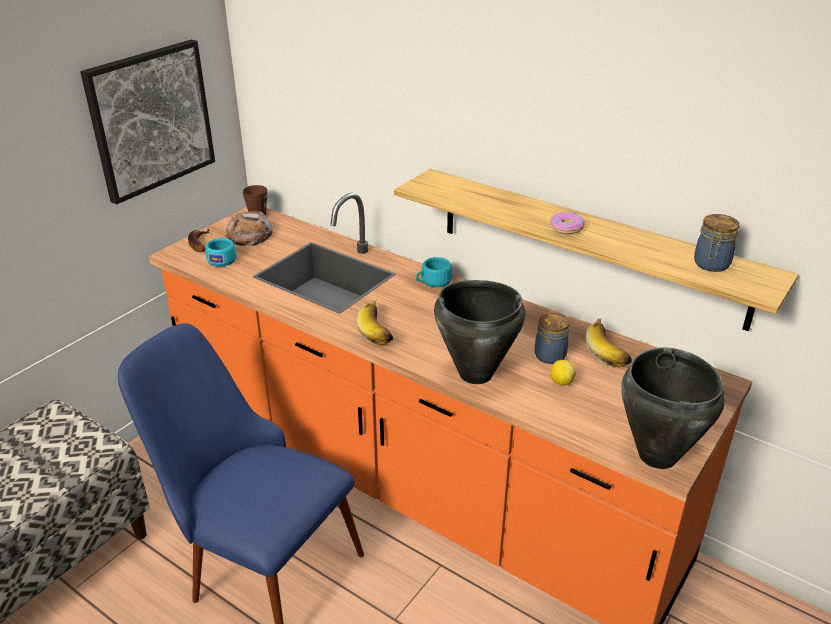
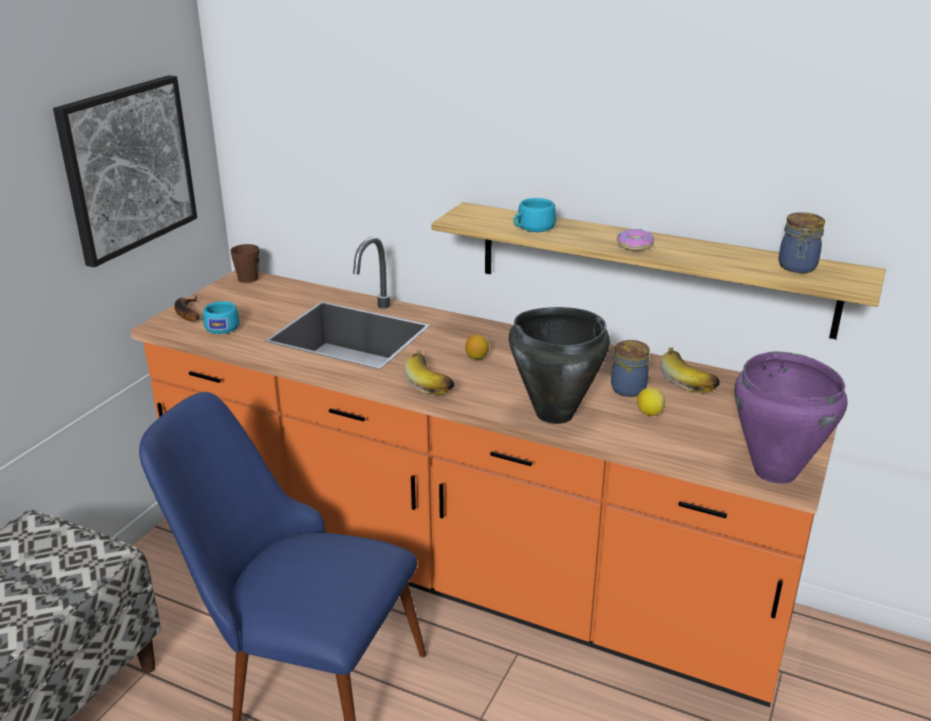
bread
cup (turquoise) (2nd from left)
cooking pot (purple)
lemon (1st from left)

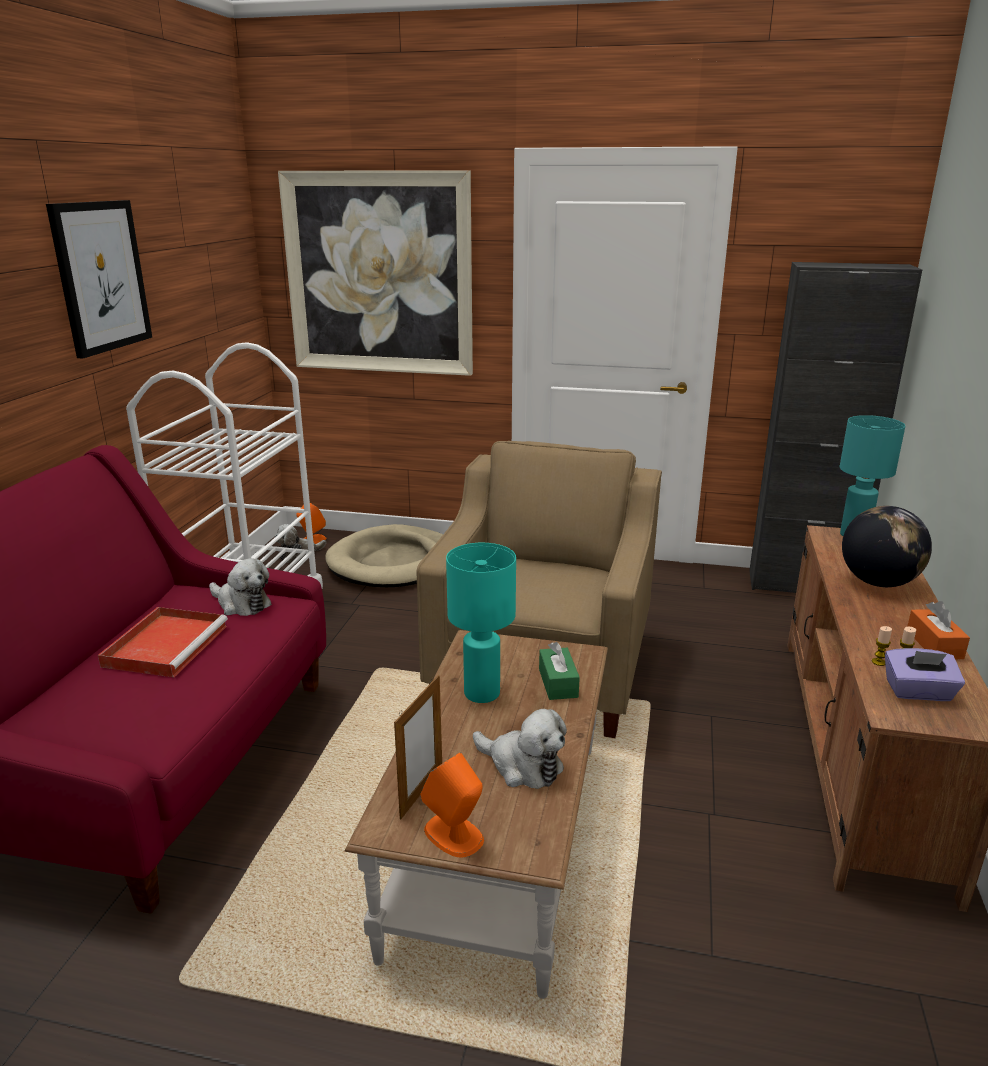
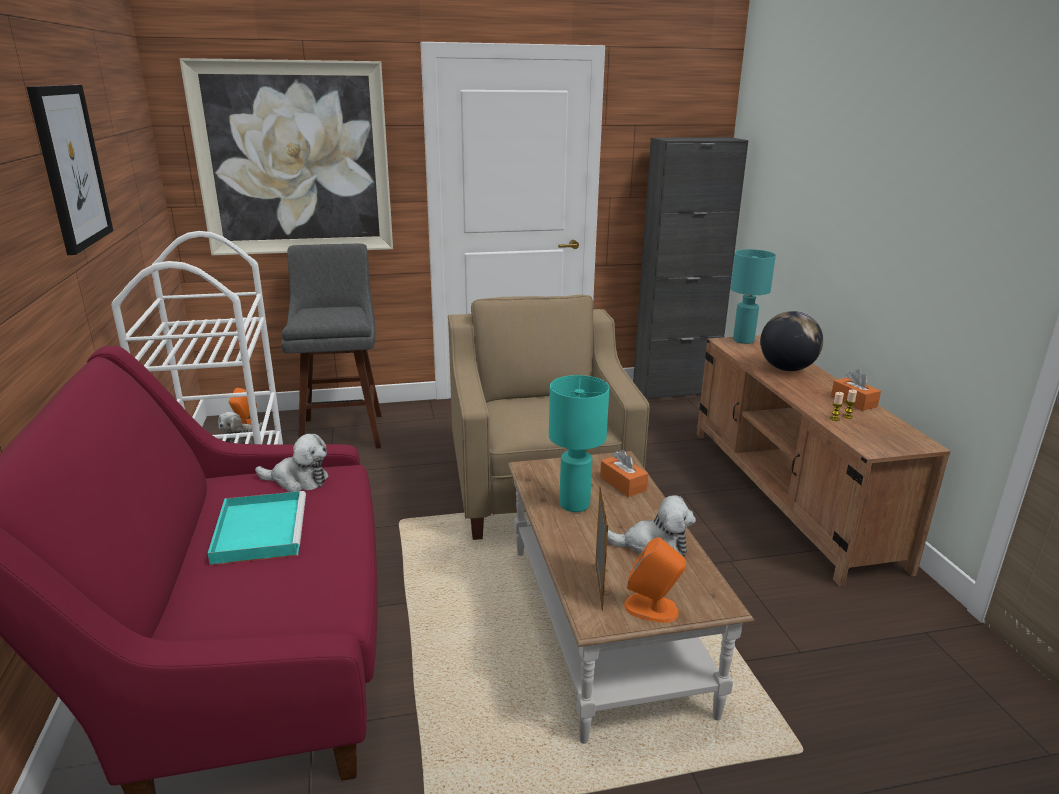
stool (grey)
tray (turquoise)
tissue box (orange) (1st from left)
tissue box (purple)

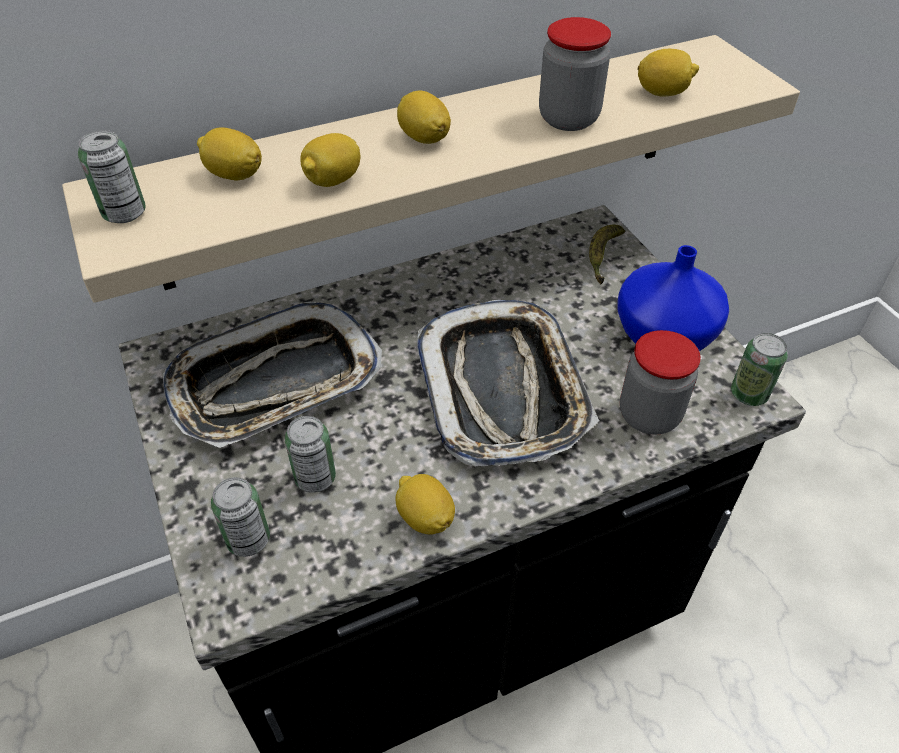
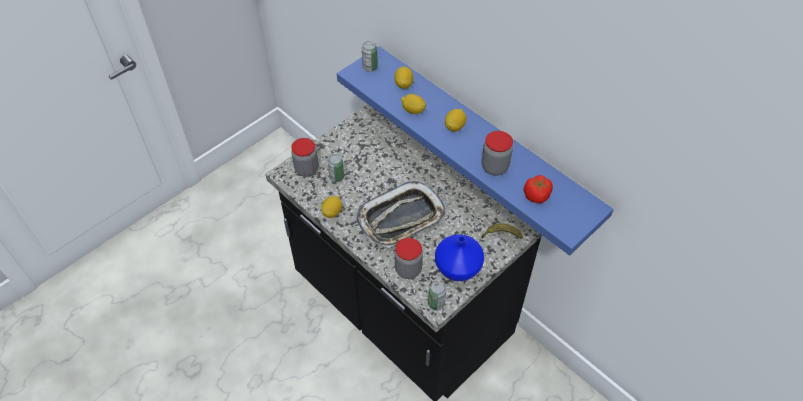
shelf (blue)
tomato
tray (1st from left in the first image)
jar (1st from left)

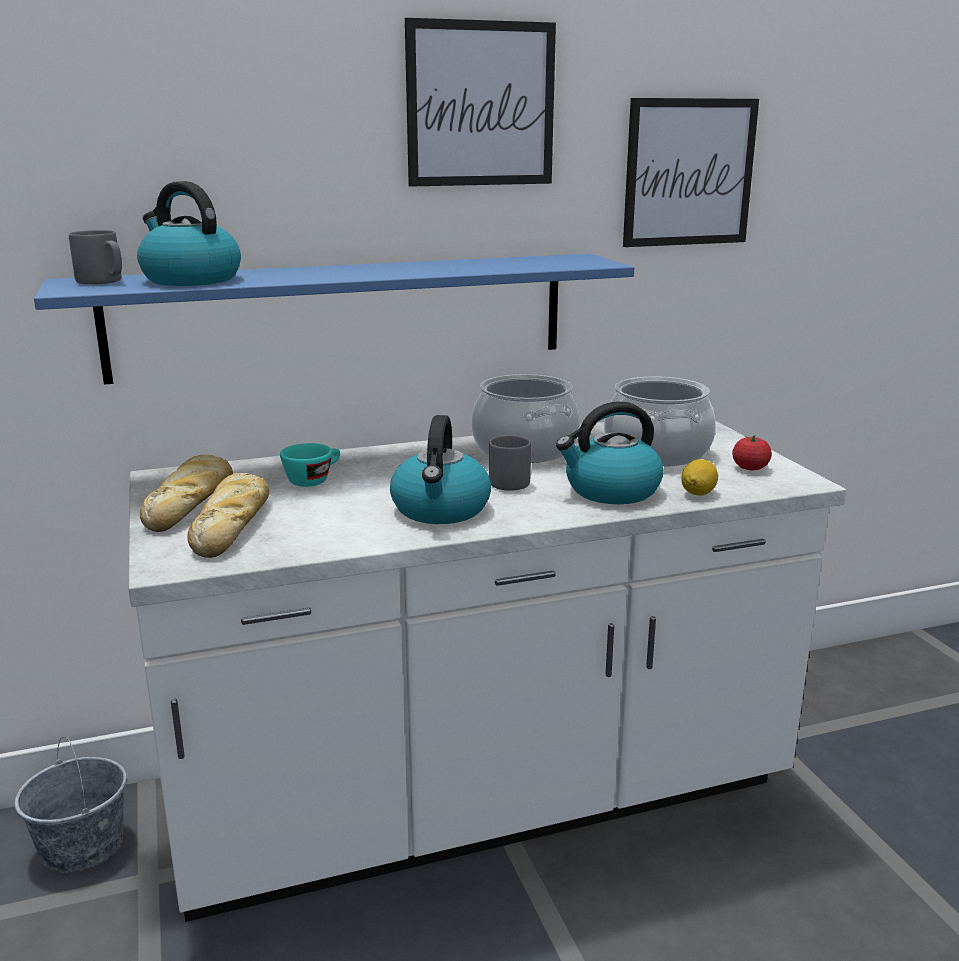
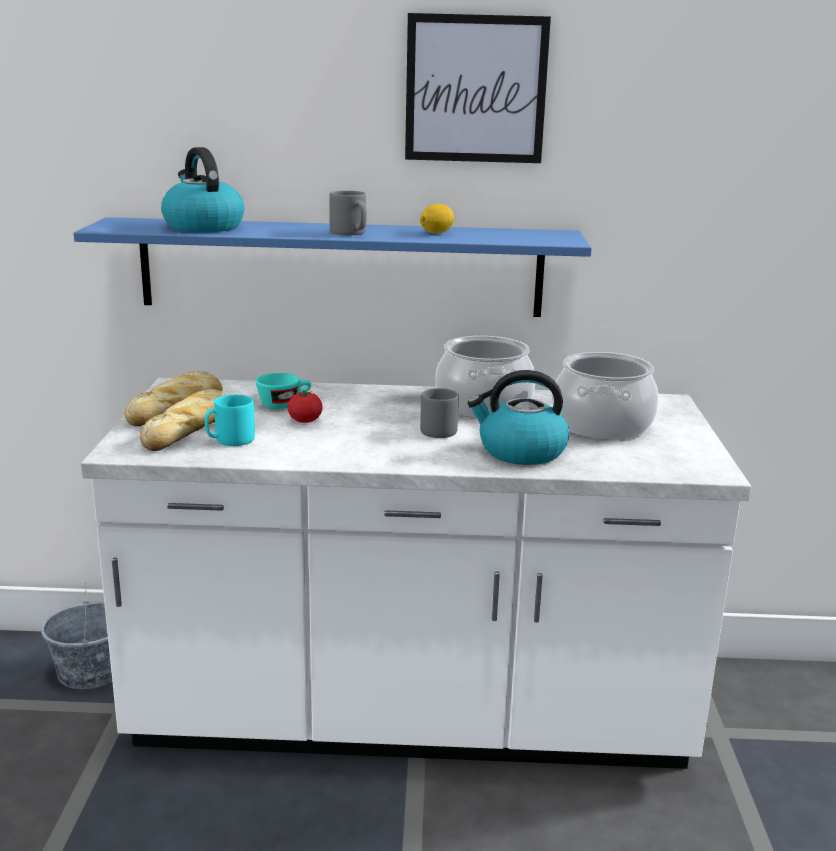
picture (2nd from left in the first image)
mug (grey) (1st from left)
kettle (2nd from left in the first image)
tomato
lemon
mug (turquoise)

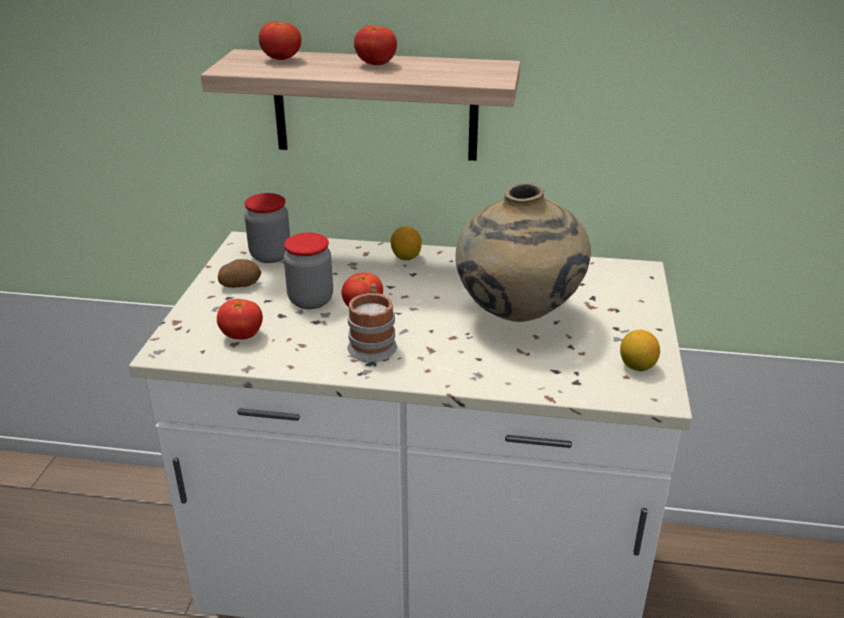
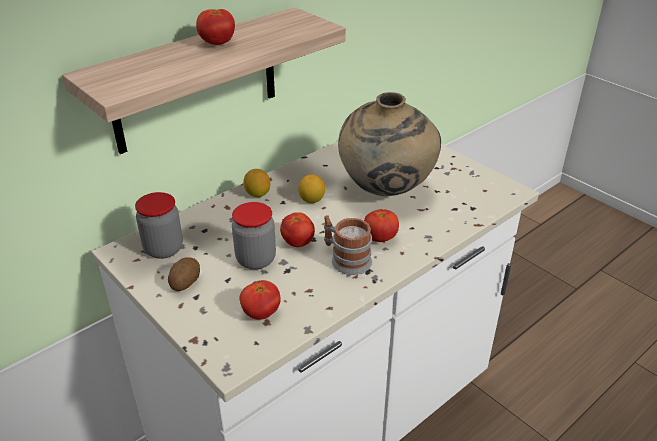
tomato (4th from left)
lemon (2nd from left)

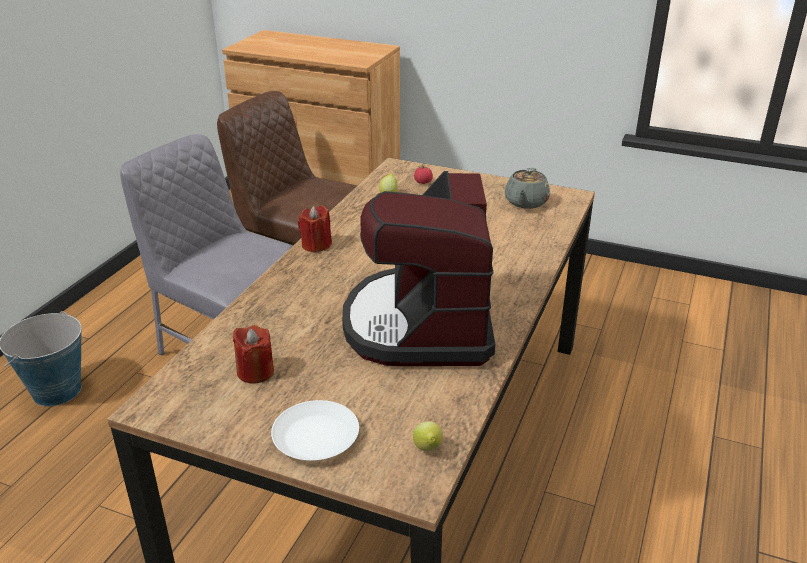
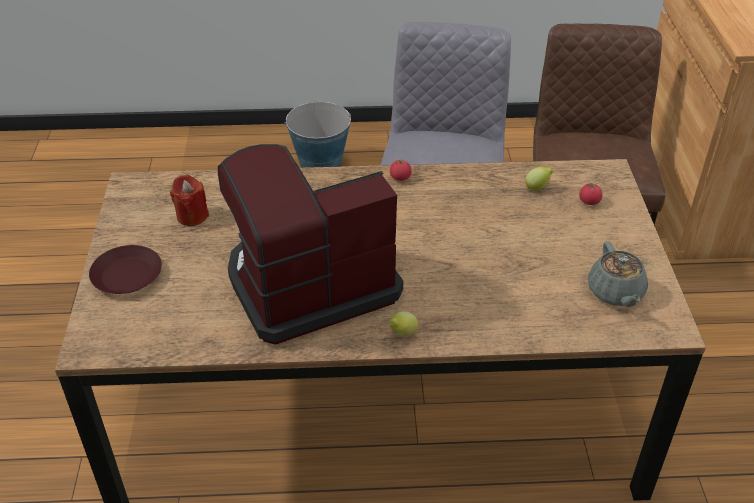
teapot (grey)
tomato (1st from left)
plate (brown)
lemon (1st from left)

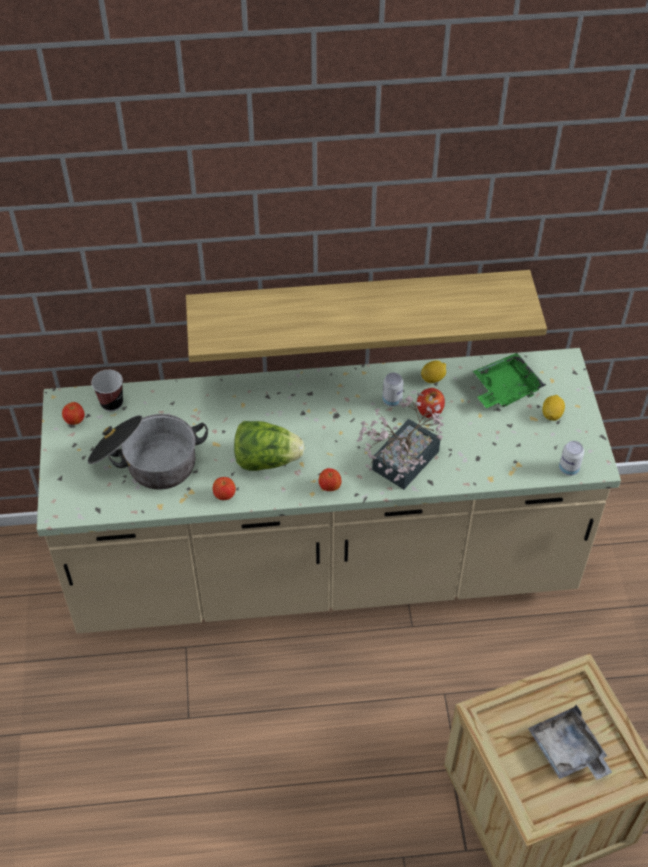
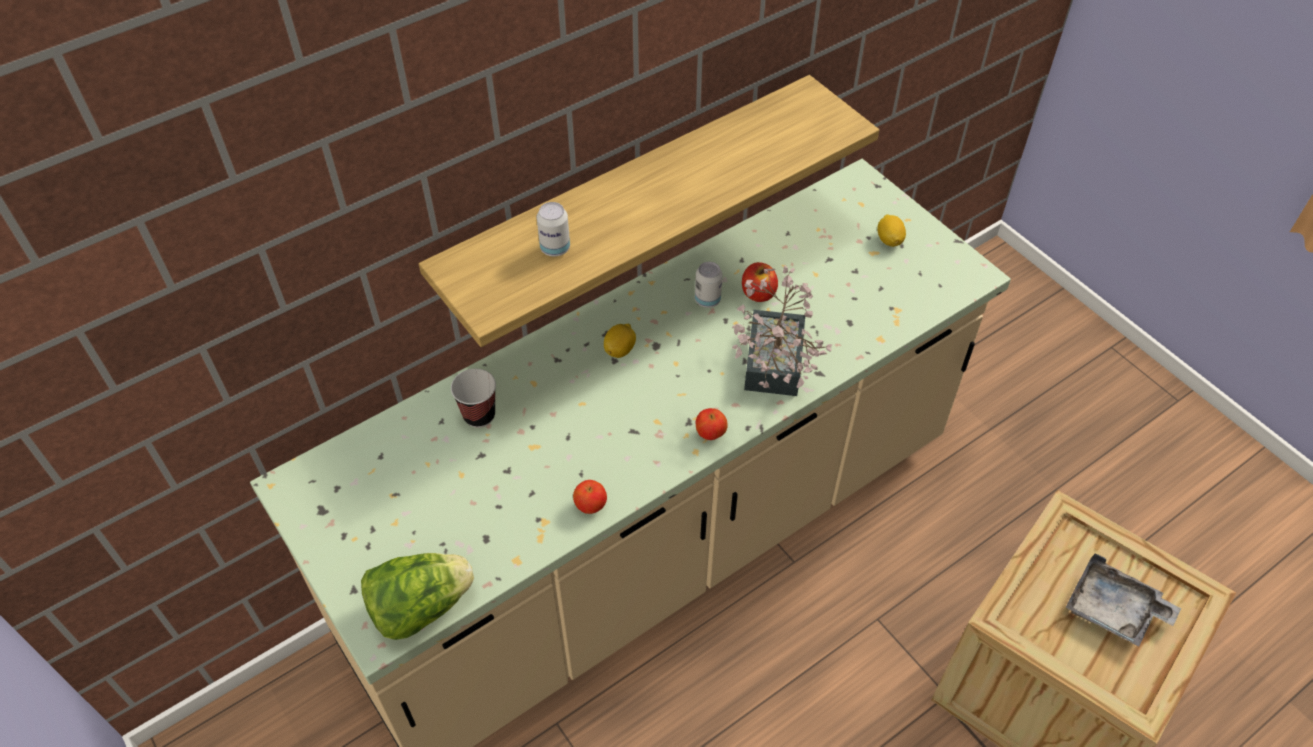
tray (green)
lemon (1st from left)
cup
apple (1st from left in the first image)
cooking pot
lettuce
can (1st from left)

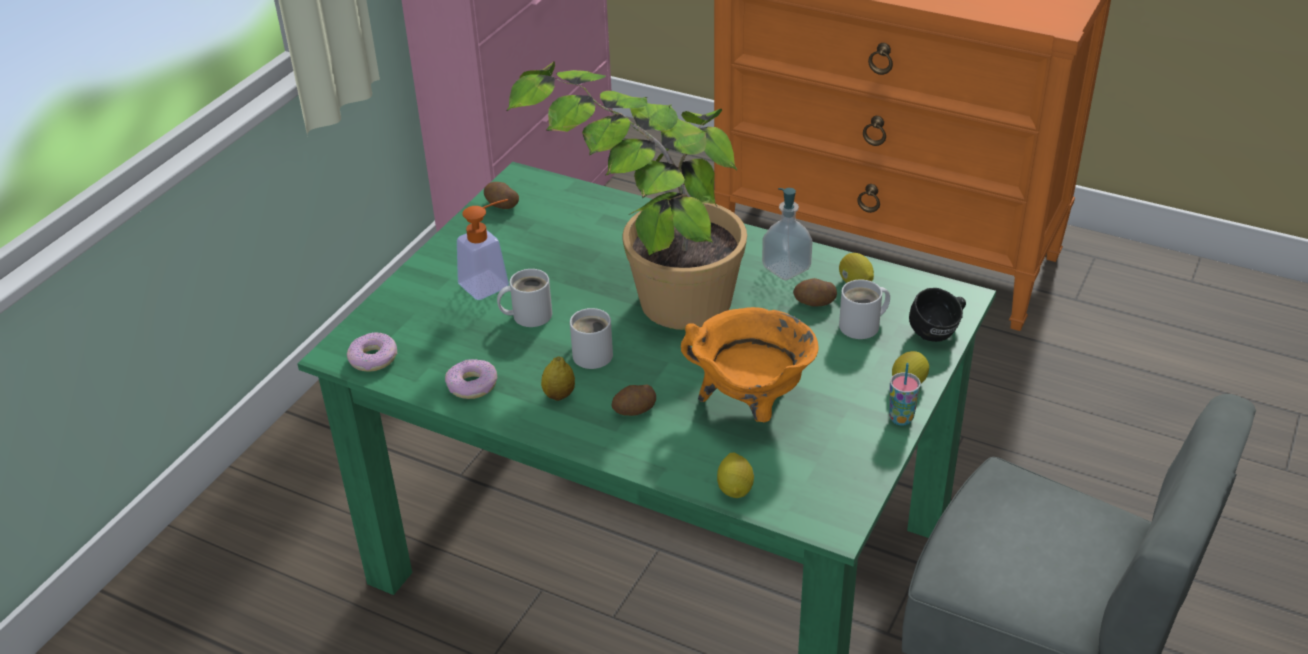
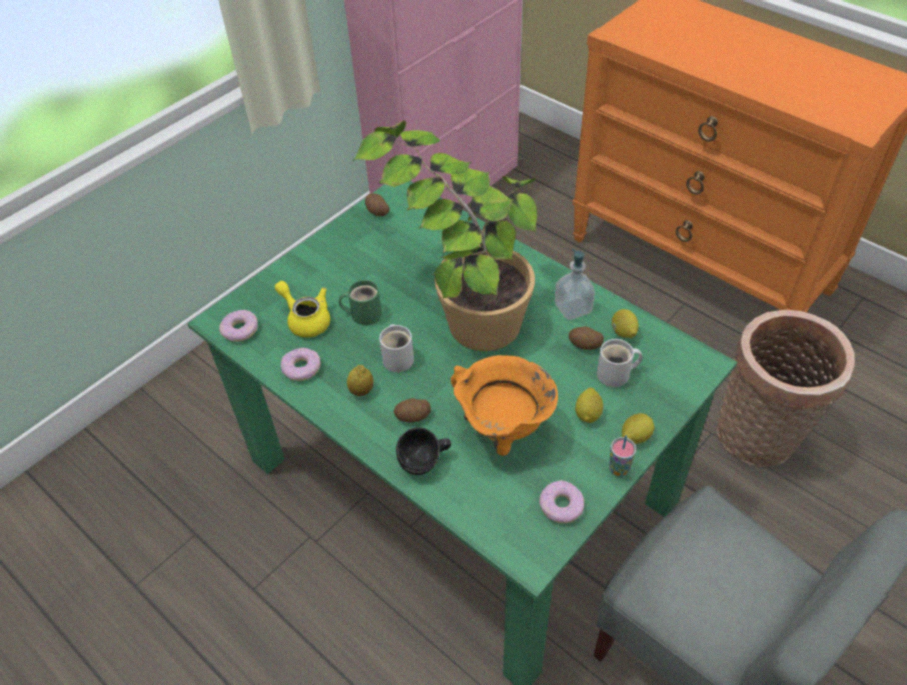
soap dispenser (1st from left in the first image)
mug (green)
mug (black)
lemon (2nd from left)
teapot (yellow)
basket
donut (3rd from left)

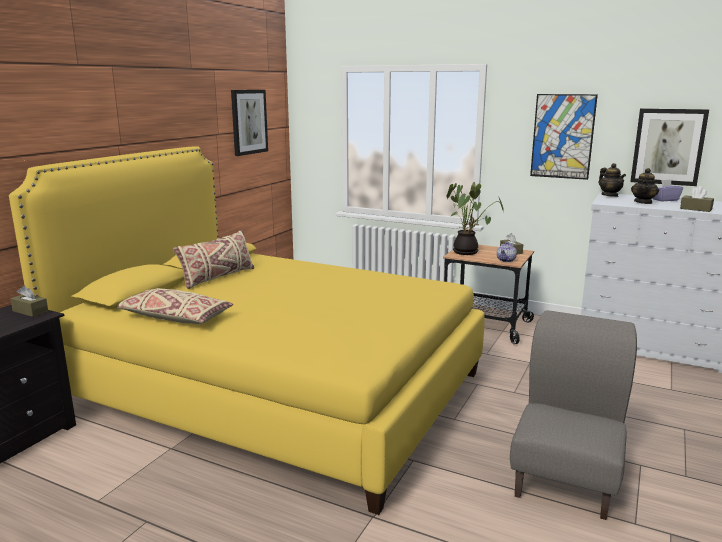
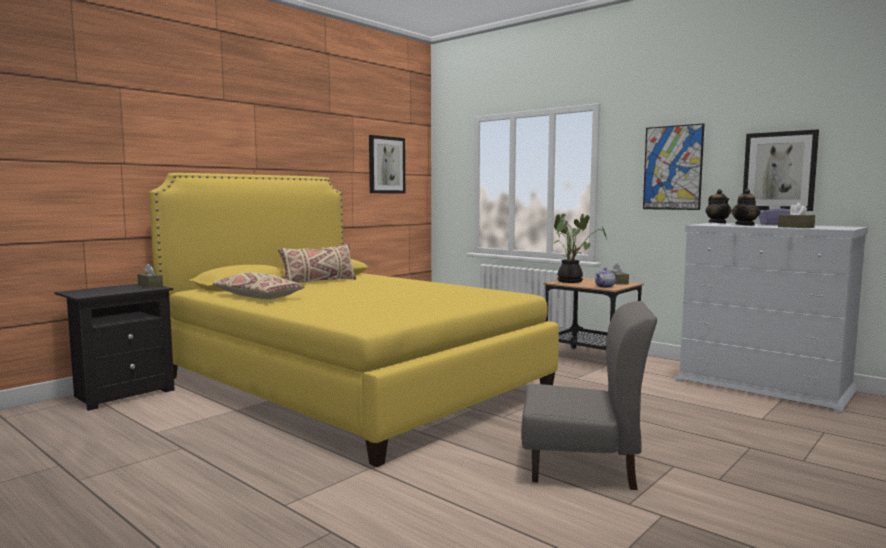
chair (grey)

